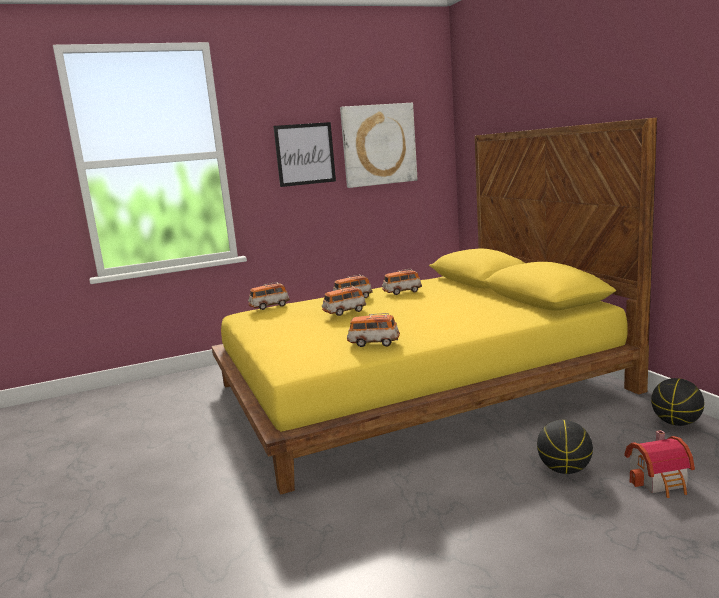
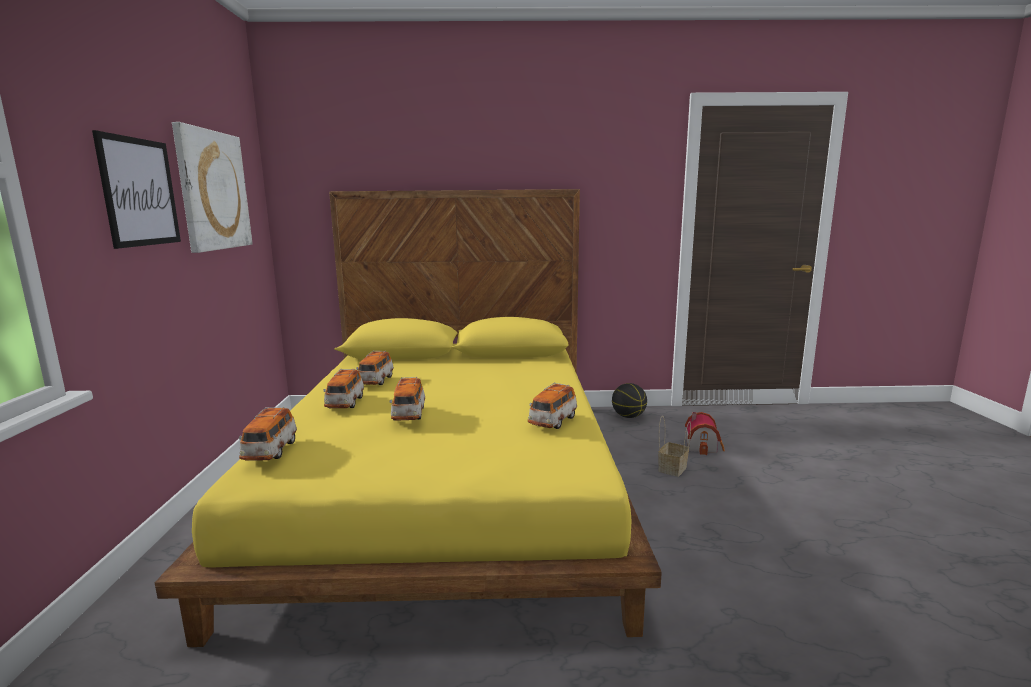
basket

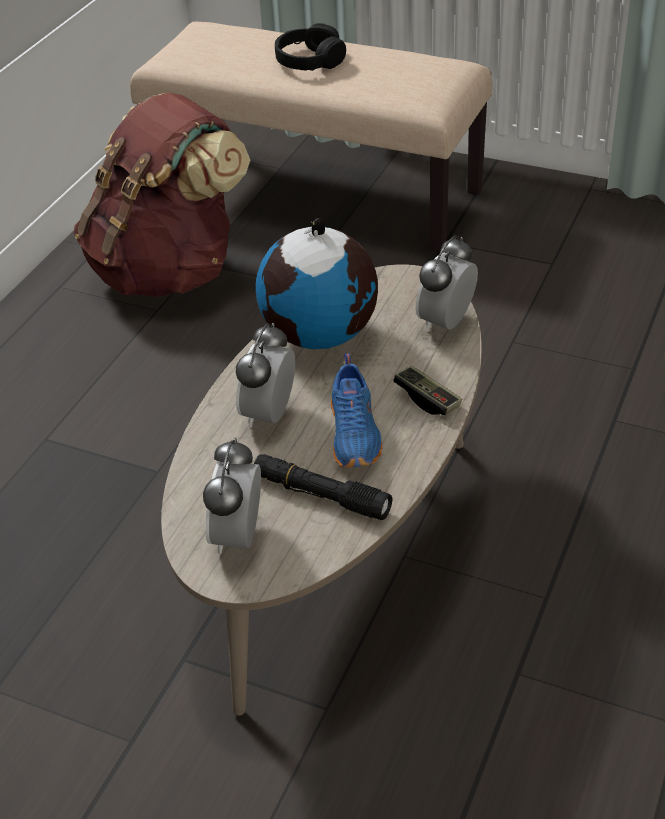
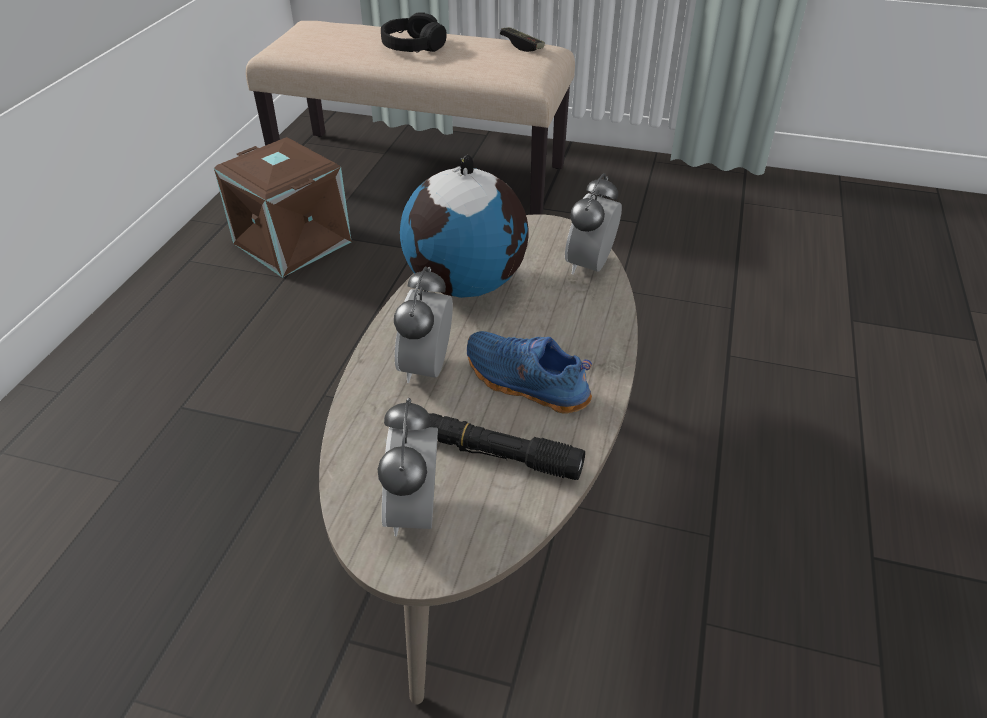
storage box (brown)
shoe (blue)
game controller

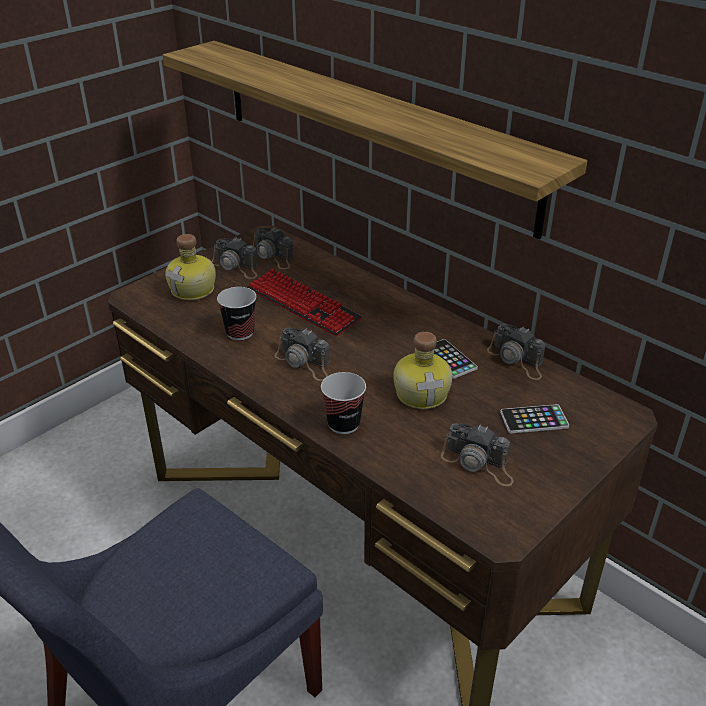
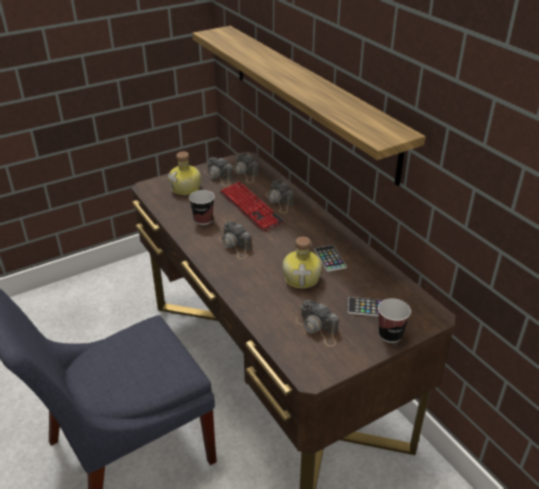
photo camera (4th from left)
cup (2nd from left)

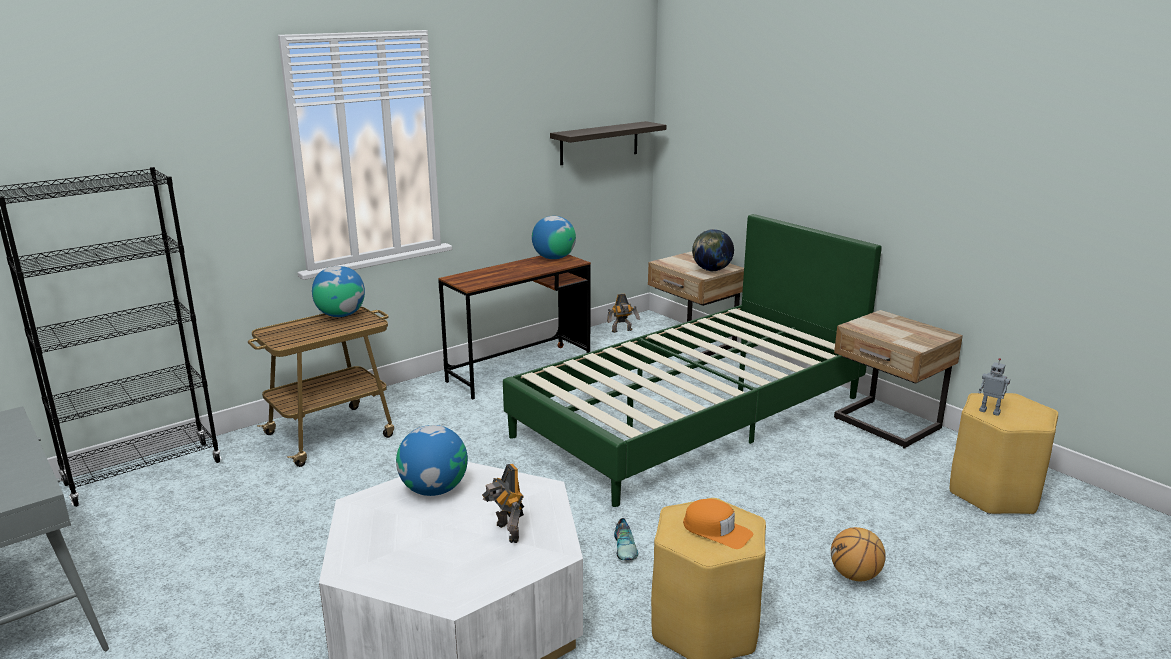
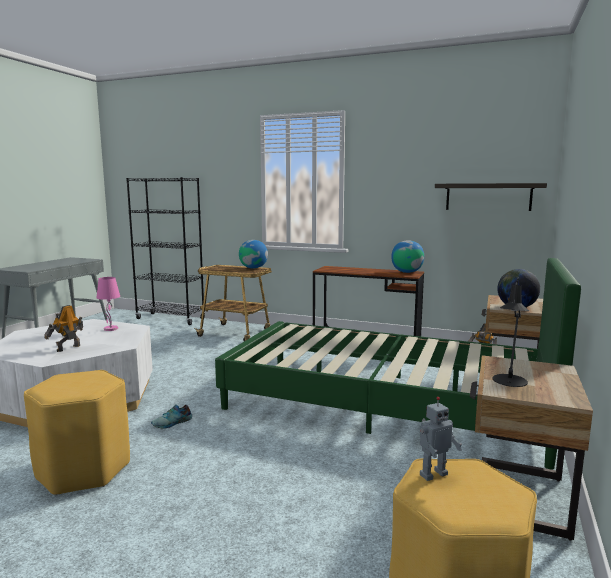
toy robot (2nd from left)
table lamp (pink)
cap (orange)
basketball
table lamp (black)

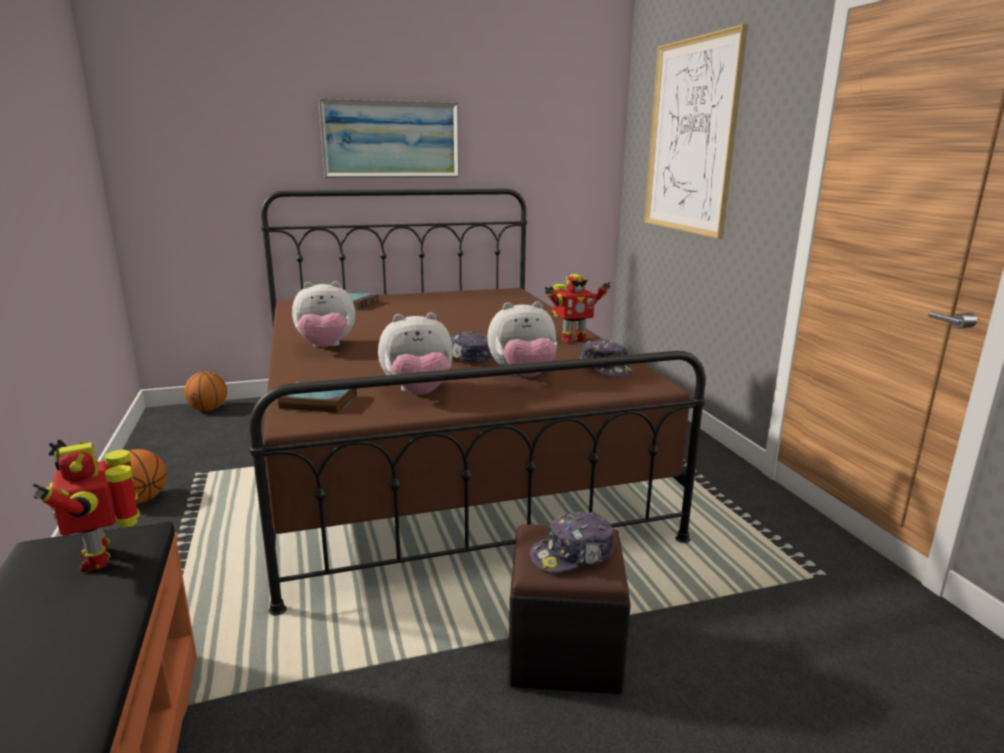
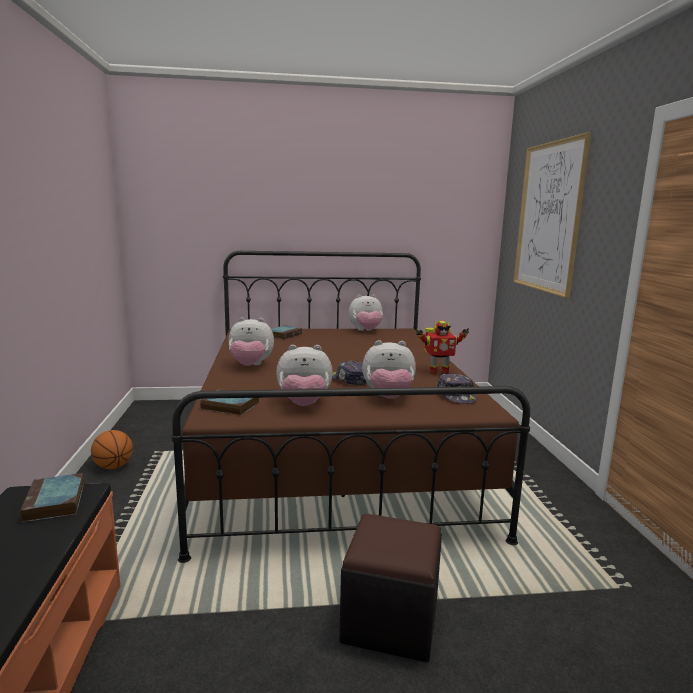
picture (1st from left in the first image)
basketball (2nd from left in the first image)
book (1st from left)
cap (2nd from left in the first image)
plush toy (3rd from left)

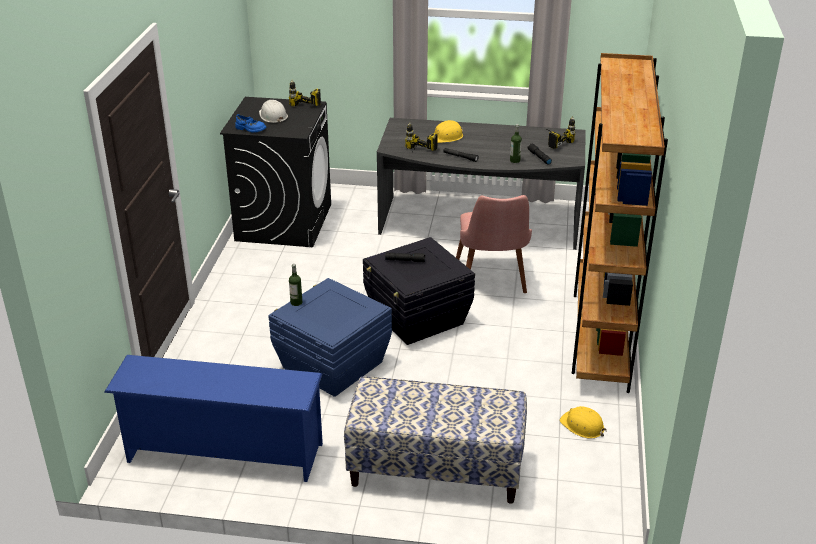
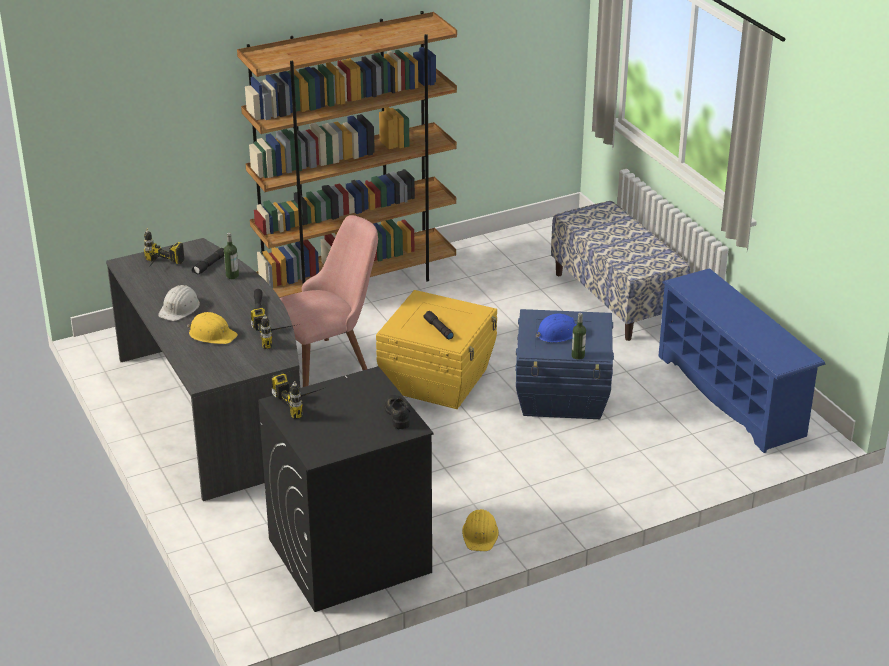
hard hat (white)
shoe (black)
storage box (yellow)
hard hat (yellow) (2nd from left)
hard hat (blue)

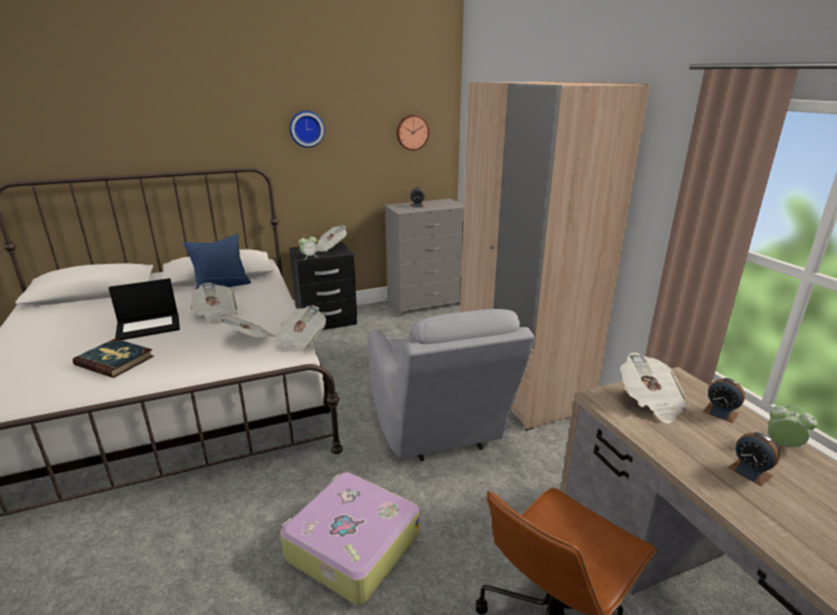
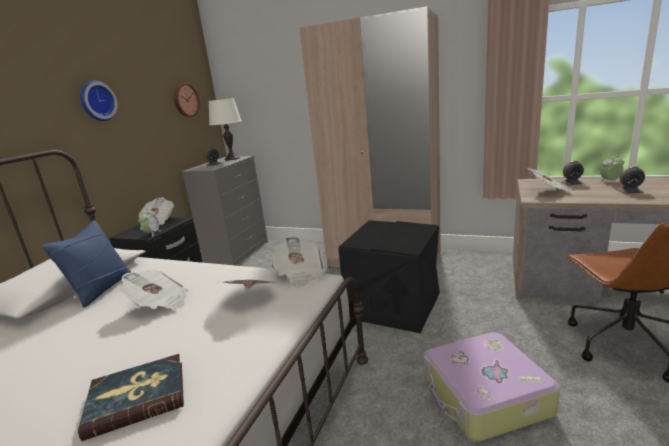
laptop
storage box (black)
table lamp (white)

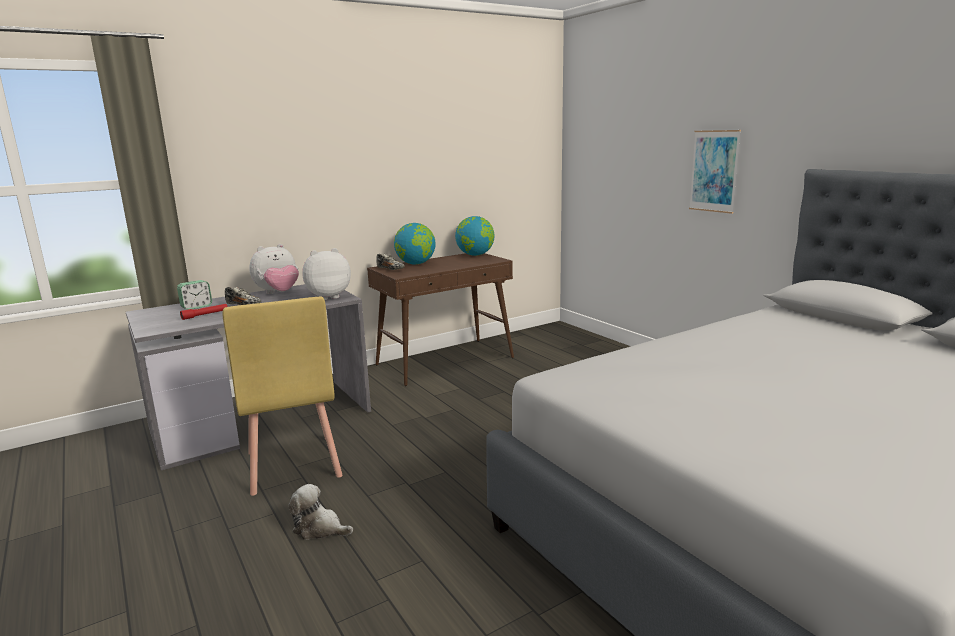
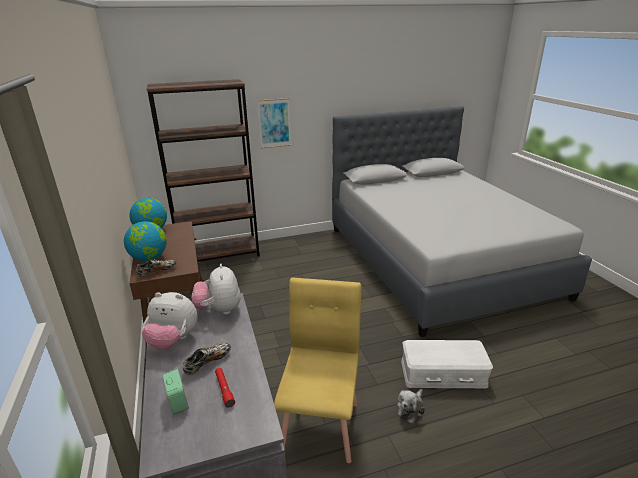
plush toy (1st from left)
chair (yellow)
bookcase (brown)
storage box (white)

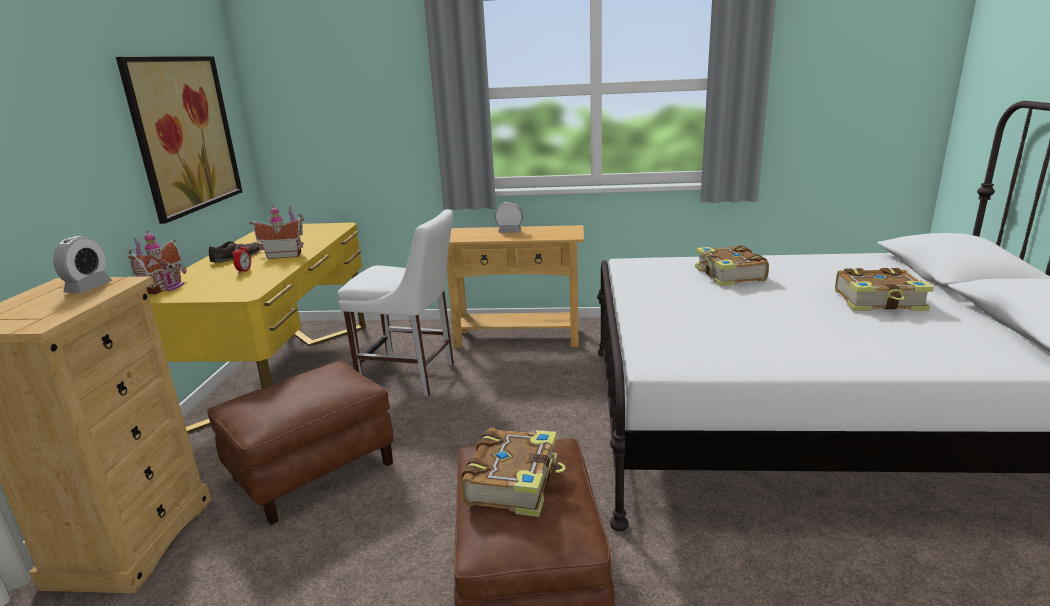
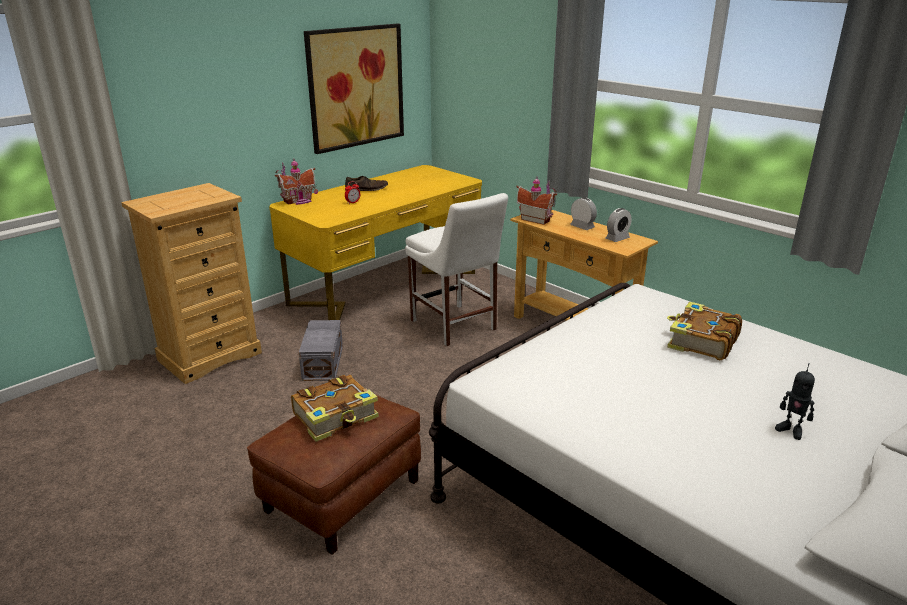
toy house (2nd from left)
alarm clock (3rd from left)
toy robot
storage box (grey)

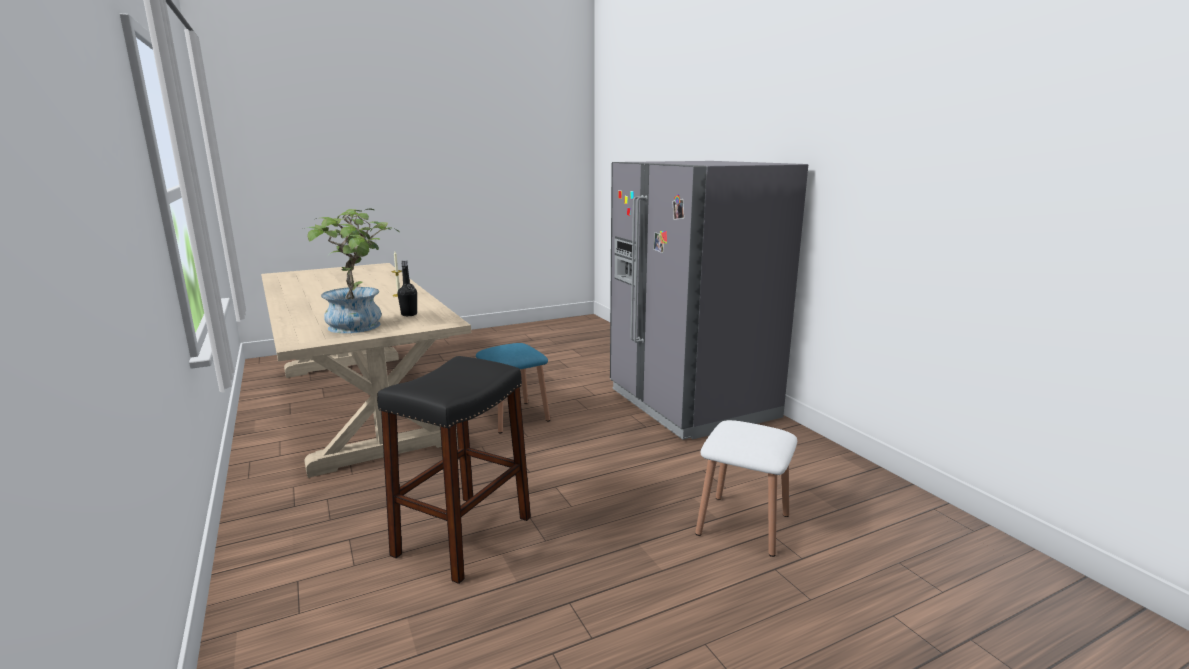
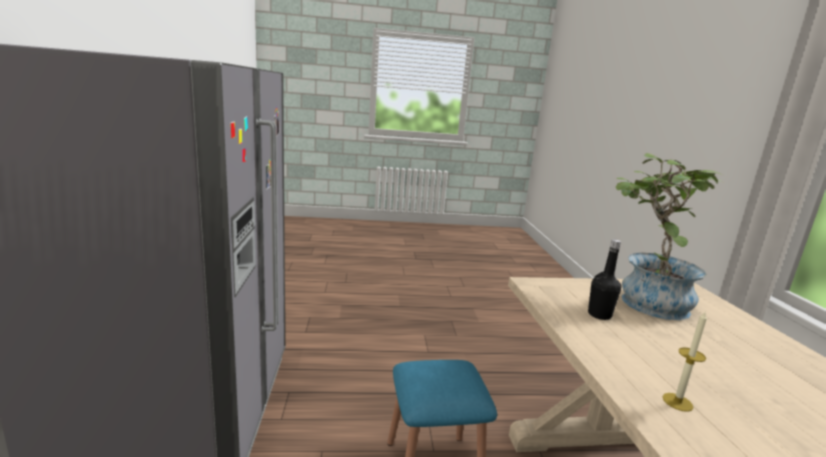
stool (black)
stool (white)

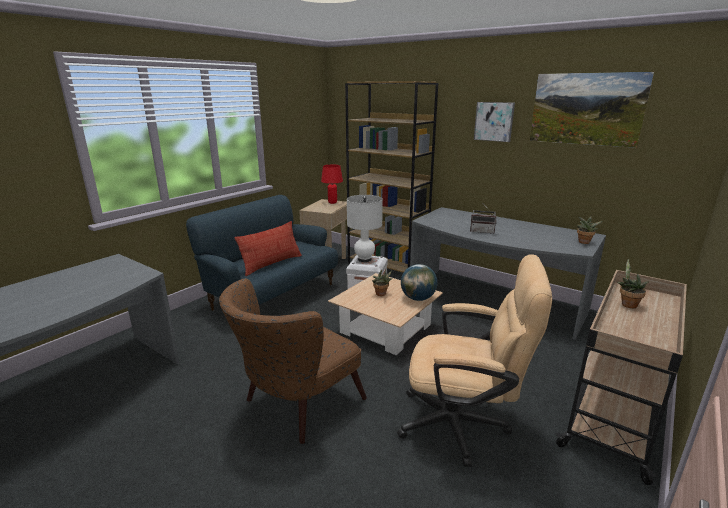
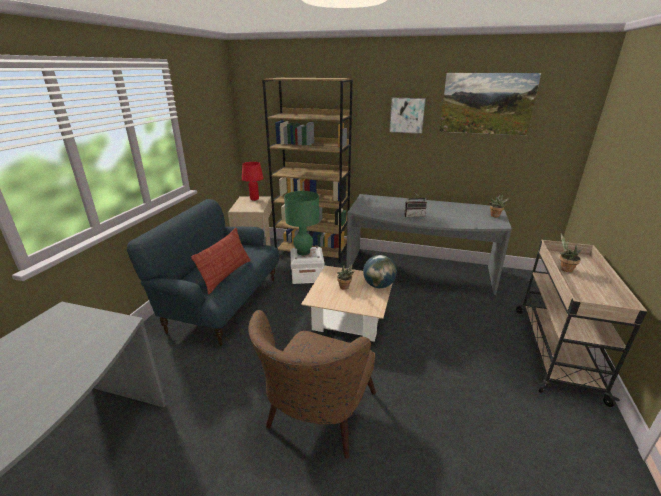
table lamp (green)
office chair (beige)

